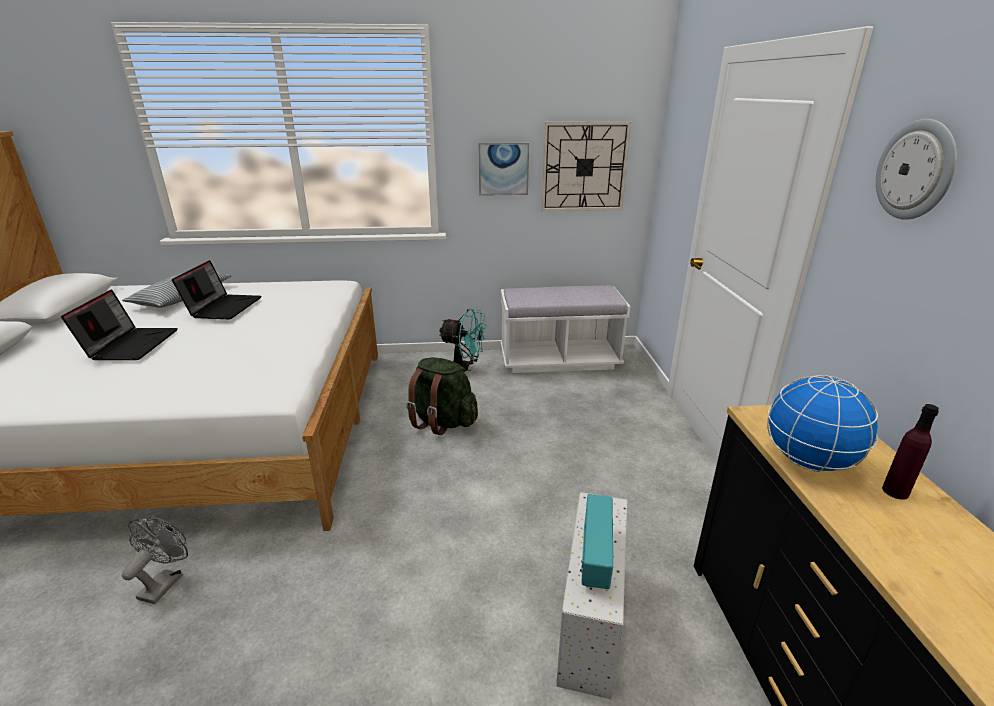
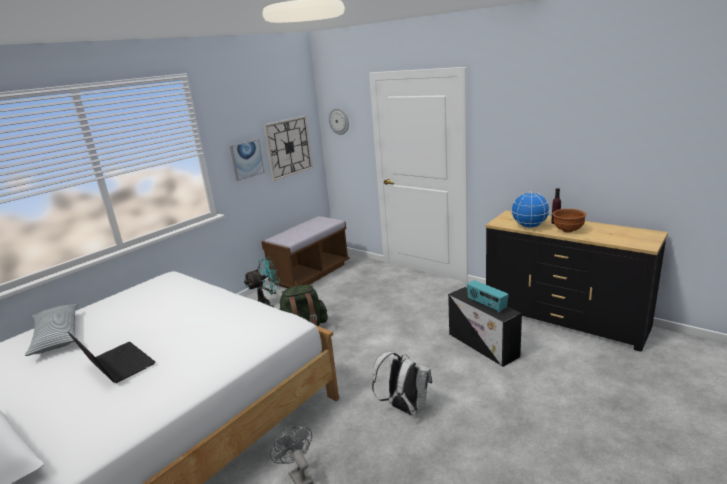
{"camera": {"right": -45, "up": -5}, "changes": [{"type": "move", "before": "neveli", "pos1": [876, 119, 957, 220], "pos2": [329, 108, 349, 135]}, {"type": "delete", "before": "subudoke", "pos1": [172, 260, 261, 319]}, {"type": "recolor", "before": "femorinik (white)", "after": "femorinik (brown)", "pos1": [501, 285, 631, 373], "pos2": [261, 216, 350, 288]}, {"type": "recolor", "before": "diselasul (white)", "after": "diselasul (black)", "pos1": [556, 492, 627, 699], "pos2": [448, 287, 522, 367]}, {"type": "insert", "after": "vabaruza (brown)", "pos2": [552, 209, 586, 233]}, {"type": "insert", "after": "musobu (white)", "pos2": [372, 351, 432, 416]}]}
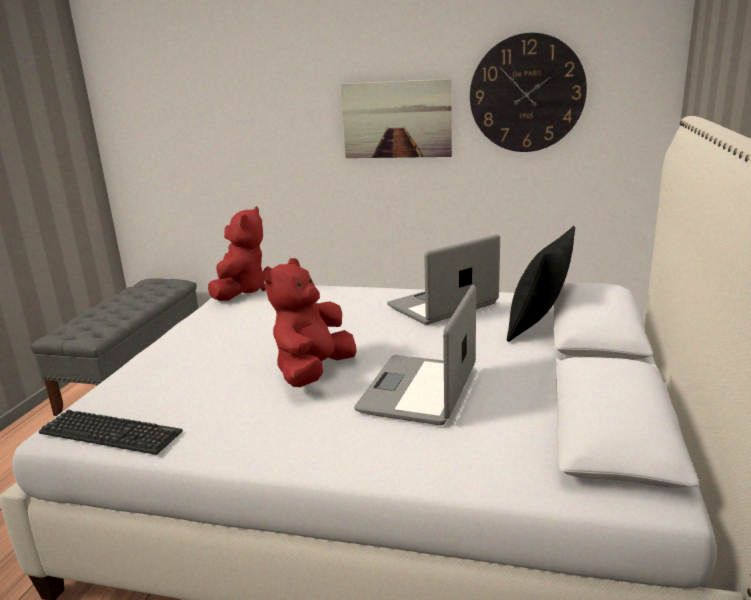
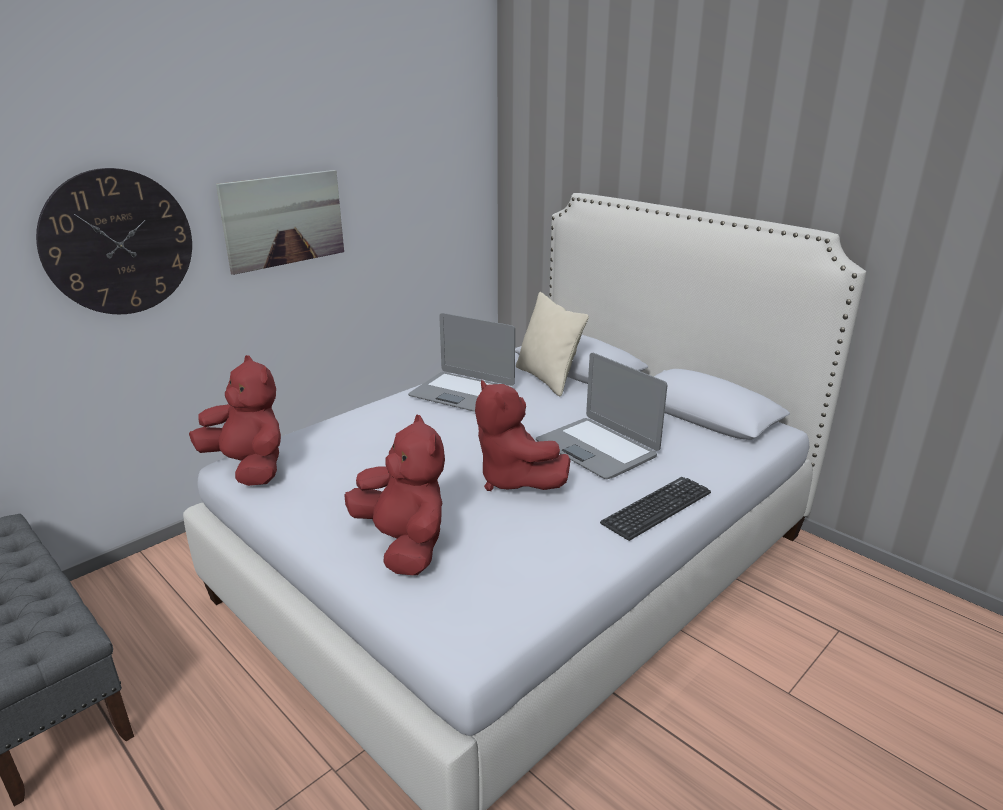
{"camera": {"right": -60, "up": 5}, "changes": [{"type": "move", "before": "neveli", "pos1": [470, 33, 587, 152], "pos2": [36, 168, 192, 314]}, {"type": "recolor", "before": "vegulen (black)", "after": "vegulen (beige)", "pos1": [507, 226, 575, 342], "pos2": [516, 292, 589, 396]}, {"type": "rotate", "before": "subudoke", "pos1": [387, 234, 500, 325], "pos2": [408, 313, 515, 412], "turn": -60}, {"type": "move", "before": "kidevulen", "pos1": [39, 410, 183, 455], "pos2": [600, 477, 711, 541]}, {"type": "insert", "after": "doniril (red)", "pos2": [344, 415, 445, 575]}]}
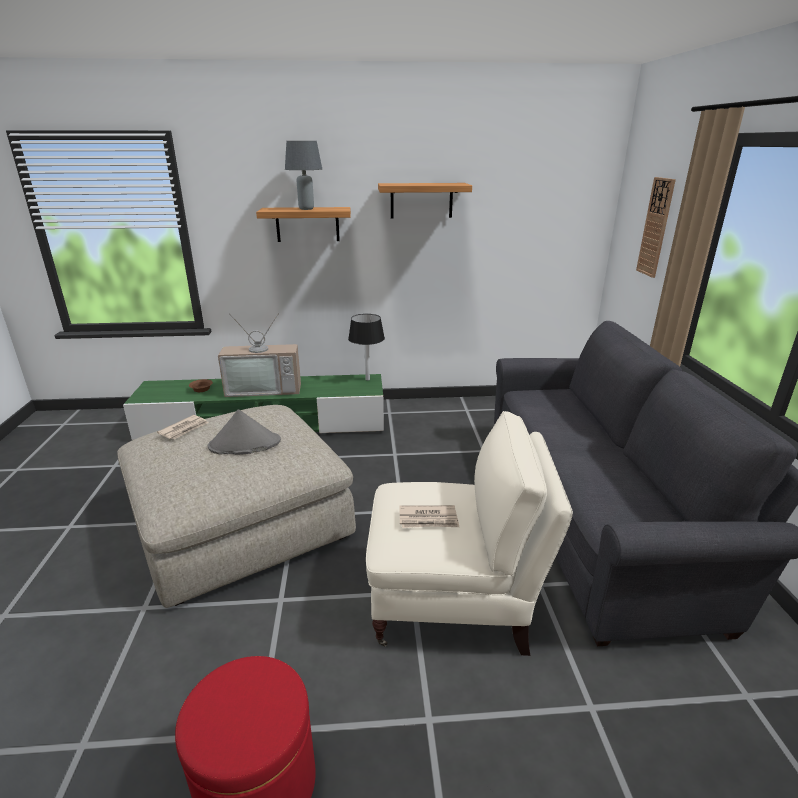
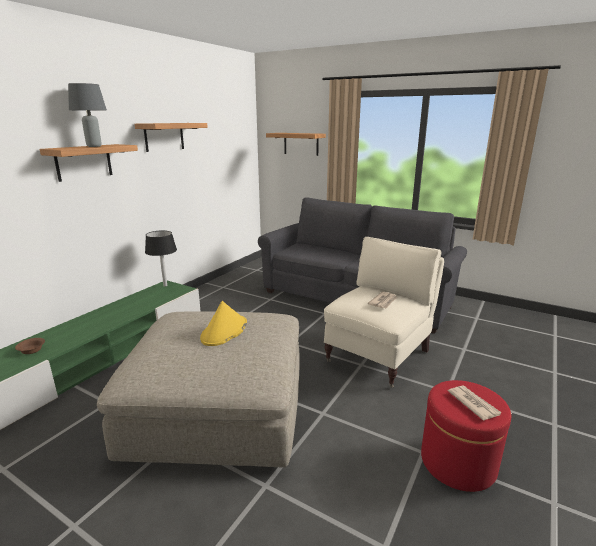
{"camera": {"right": -55, "up": -5}, "changes": [{"type": "replace", "before": "neveli", "after": "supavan", "pos1": [636, 177, 676, 278], "pos2": [266, 133, 326, 156]}, {"type": "delete", "before": "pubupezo", "pos1": [218, 312, 301, 397]}, {"type": "recolor", "before": "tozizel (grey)", "after": "tozizel (yellow)", "pos1": [208, 410, 281, 455], "pos2": [200, 301, 247, 346]}, {"type": "move", "before": "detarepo", "pos1": [157, 415, 208, 439], "pos2": [448, 385, 502, 421]}]}
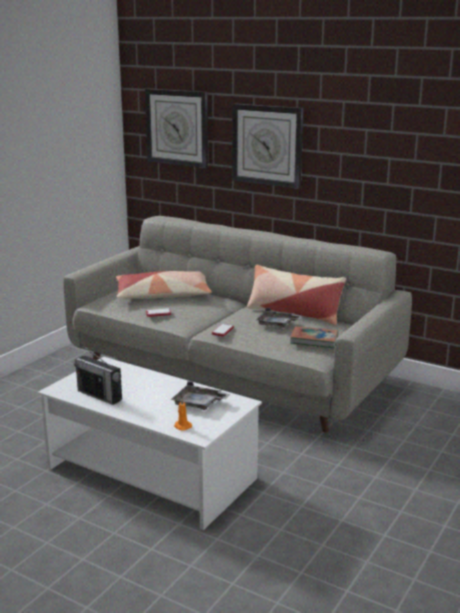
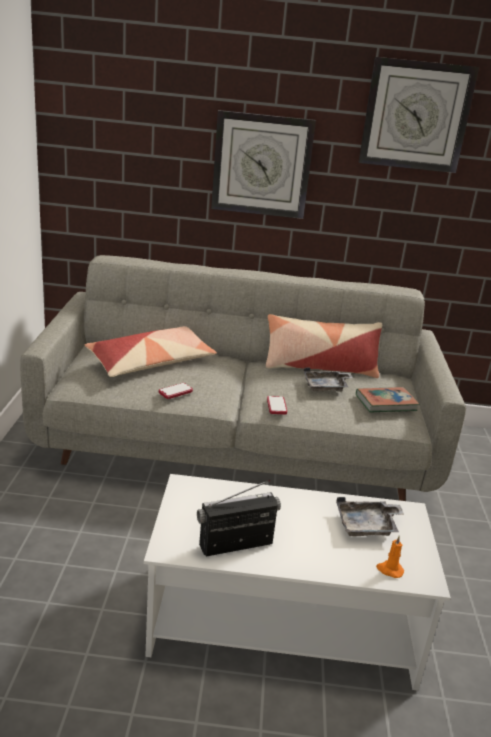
{"camera": {"right": -30, "up": 5}, "changes": [{"type": "move", "before": "neveli", "pos1": [145, 88, 208, 168], "pos2": [359, 57, 479, 173]}, {"type": "rotate", "before": "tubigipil", "pos1": [74, 345, 122, 405], "pos2": [197, 480, 281, 556], "turn": 150}]}
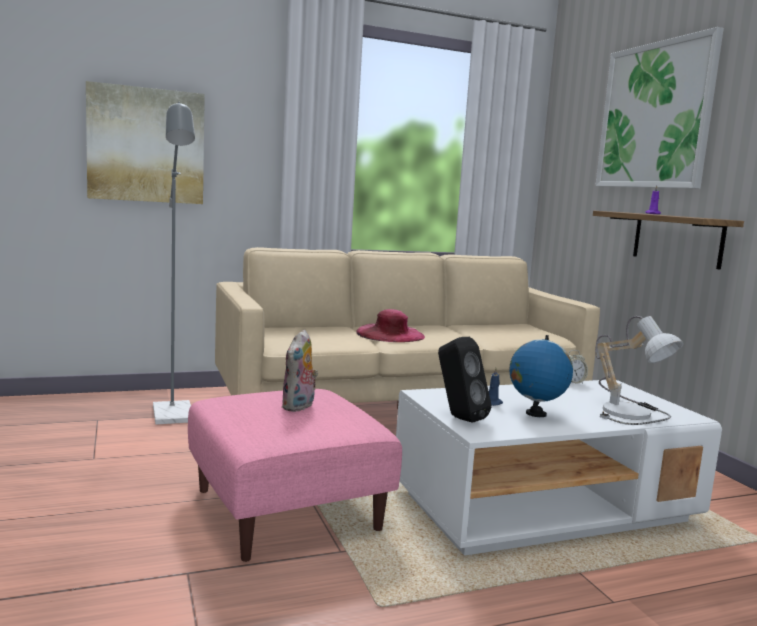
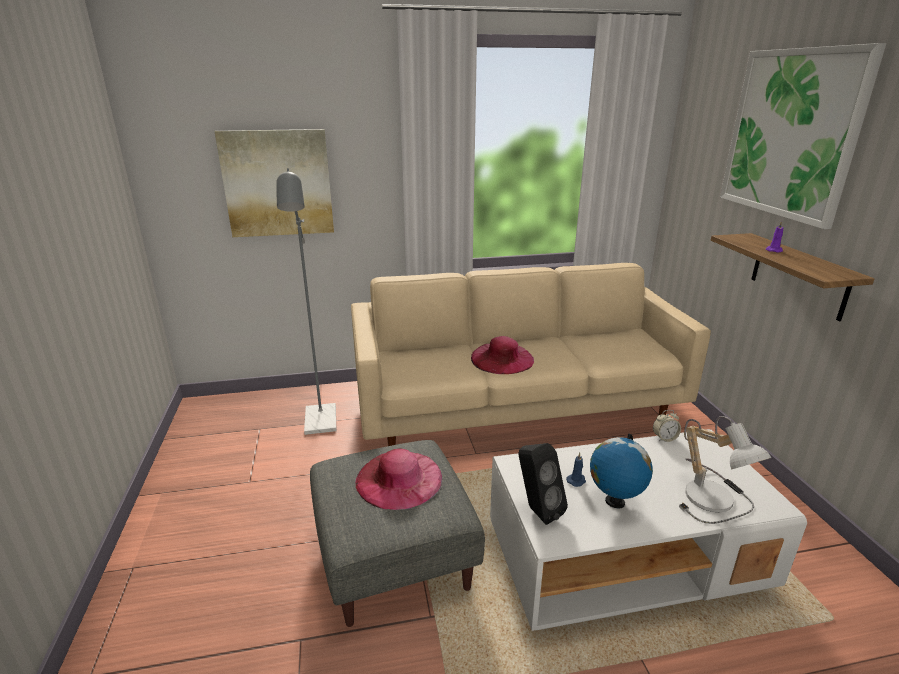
{"camera": {"right": 10, "up": 15}, "changes": [{"type": "replace", "before": "doniril", "after": "tozizel (pink)", "pos1": [281, 330, 318, 412], "pos2": [355, 449, 442, 510]}, {"type": "recolor", "before": "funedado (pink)", "after": "funedado (grey)", "pos1": [188, 389, 402, 562], "pos2": [310, 440, 485, 627]}]}
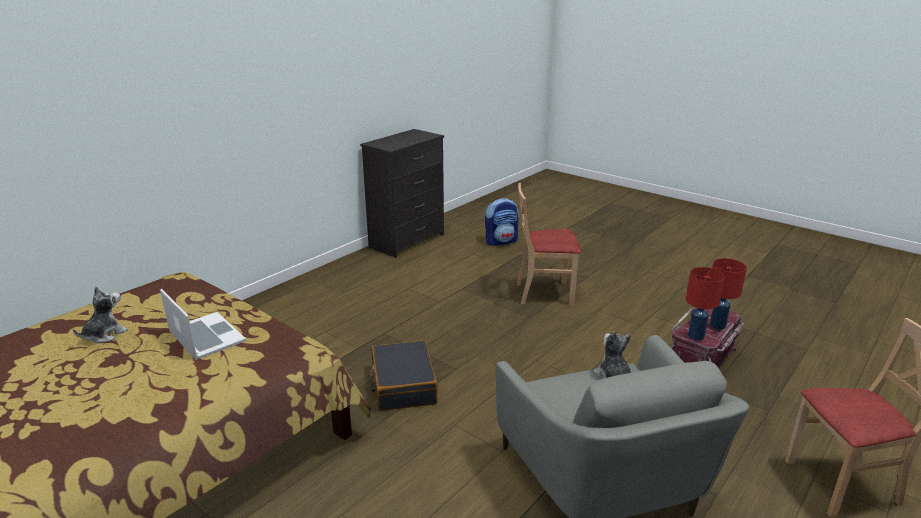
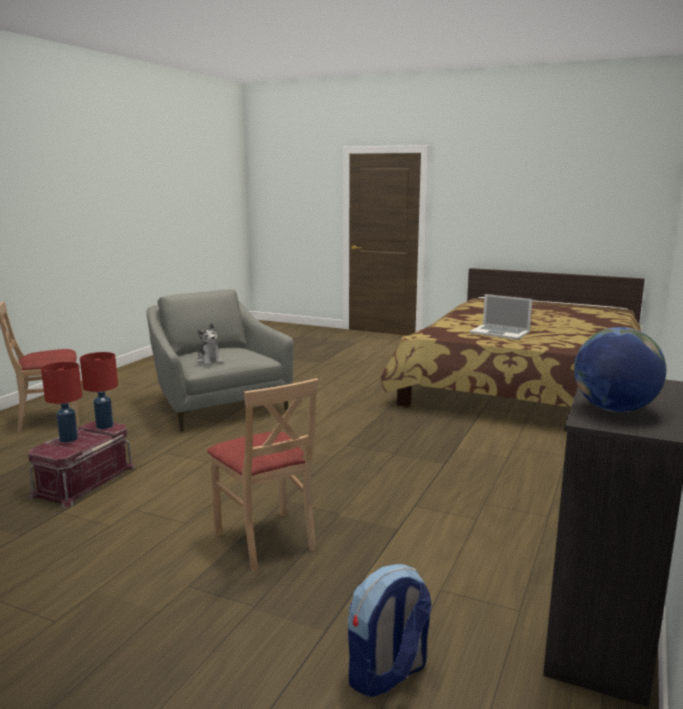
{"camera": {"right": 165, "up": -10}, "changes": [{"type": "rotate", "before": "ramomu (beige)", "pos1": [517, 183, 581, 305], "pos2": [207, 378, 319, 571], "turn": 75}, {"type": "delete", "before": "doniril", "pos1": [73, 286, 128, 343]}, {"type": "delete", "before": "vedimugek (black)", "pos1": [370, 340, 438, 411]}, {"type": "insert", "after": "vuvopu", "pos2": [574, 327, 666, 412]}]}
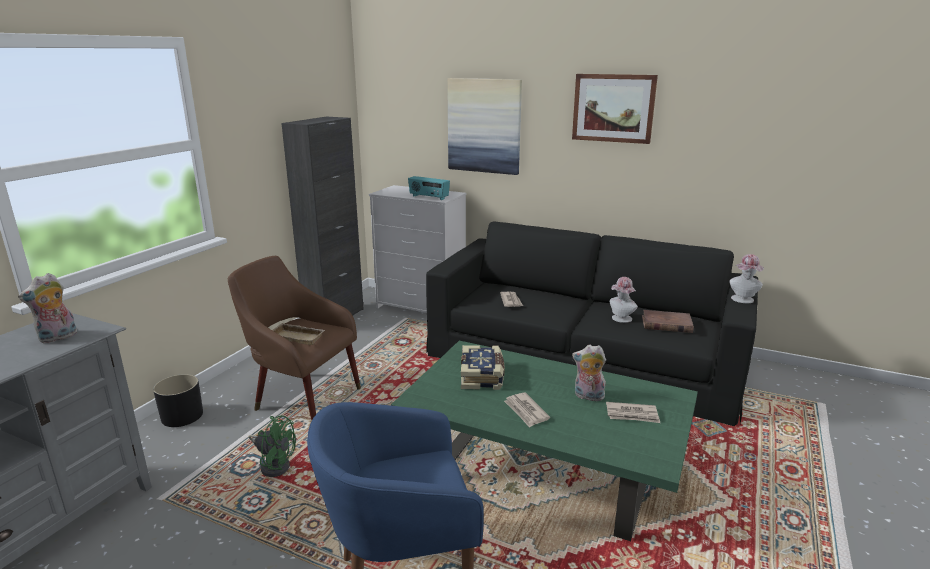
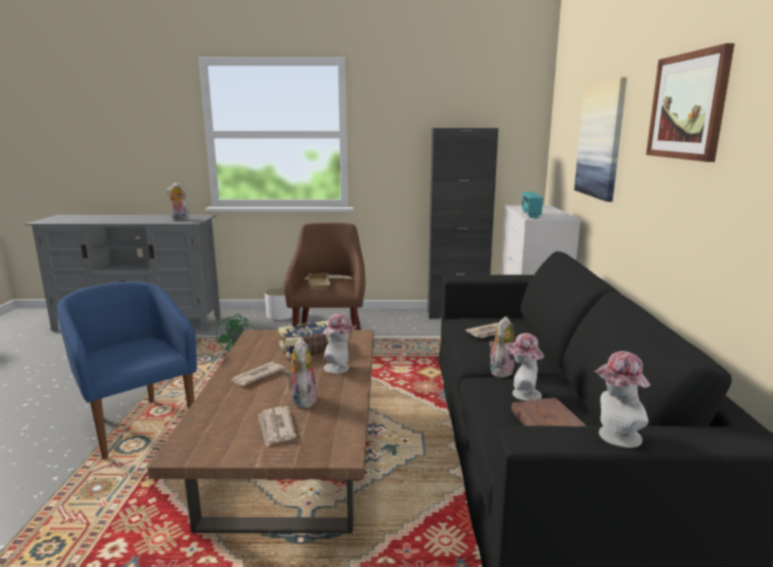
{"camera": {"right": 65, "up": -5}, "changes": [{"type": "recolor", "before": "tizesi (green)", "after": "tizesi (brown)", "pos1": [391, 341, 698, 541], "pos2": [147, 330, 374, 533]}, {"type": "recolor", "before": "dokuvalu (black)", "after": "dokuvalu (white)", "pos1": [153, 374, 203, 427], "pos2": [265, 288, 293, 320]}, {"type": "insert", "after": "tozizel", "pos2": [323, 313, 357, 374]}, {"type": "insert", "after": "doniril", "pos2": [489, 316, 514, 378]}]}
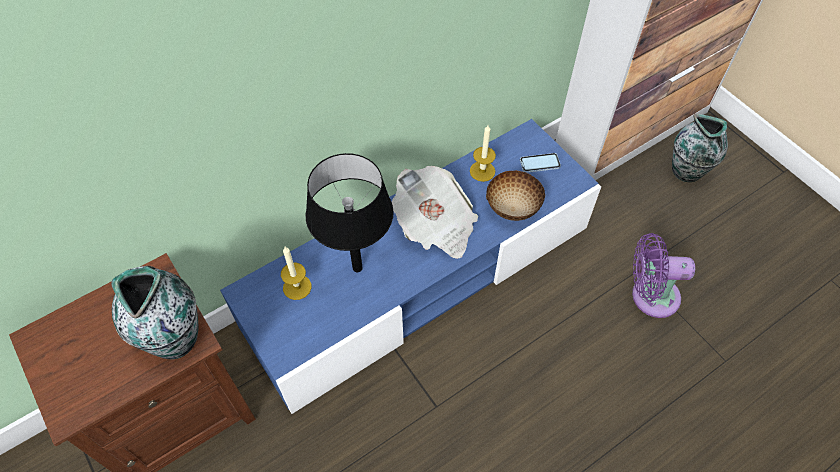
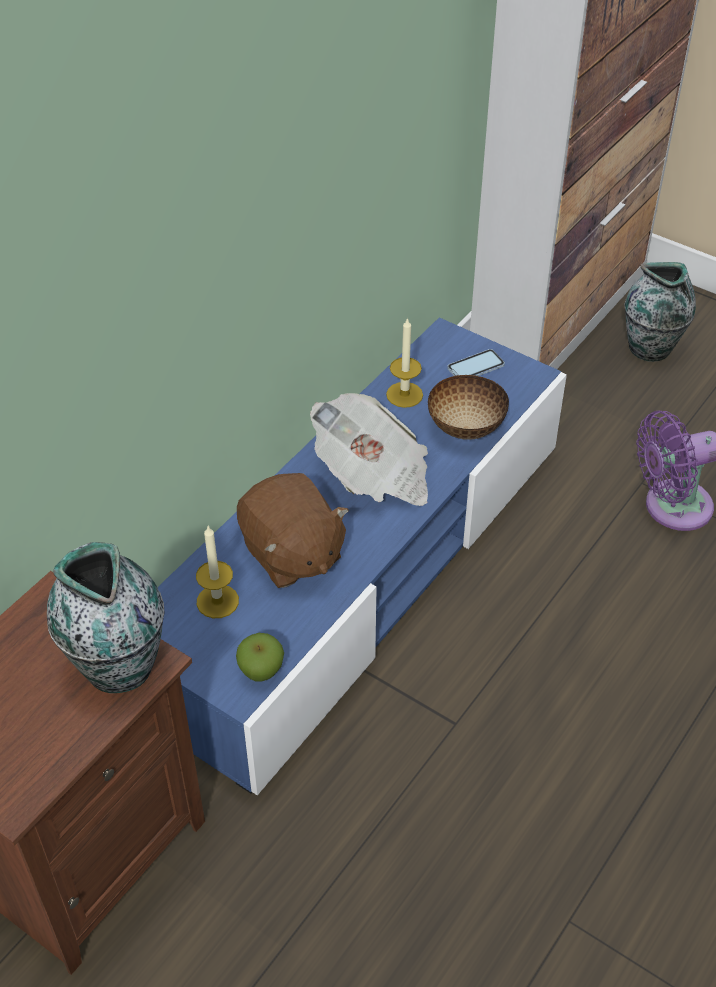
{"camera": {"right": -20, "up": -10}, "changes": [{"type": "replace", "before": "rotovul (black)", "after": "doniril (brown)", "pos1": [306, 153, 394, 272], "pos2": [237, 473, 349, 588]}, {"type": "insert", "after": "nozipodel", "pos2": [236, 633, 284, 682]}]}
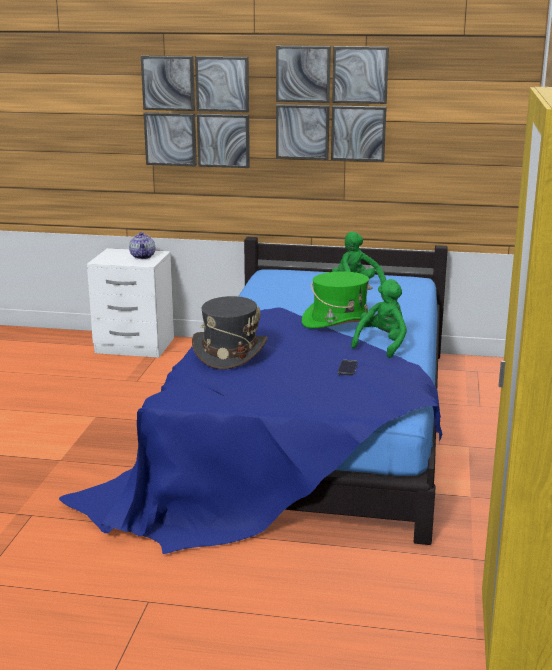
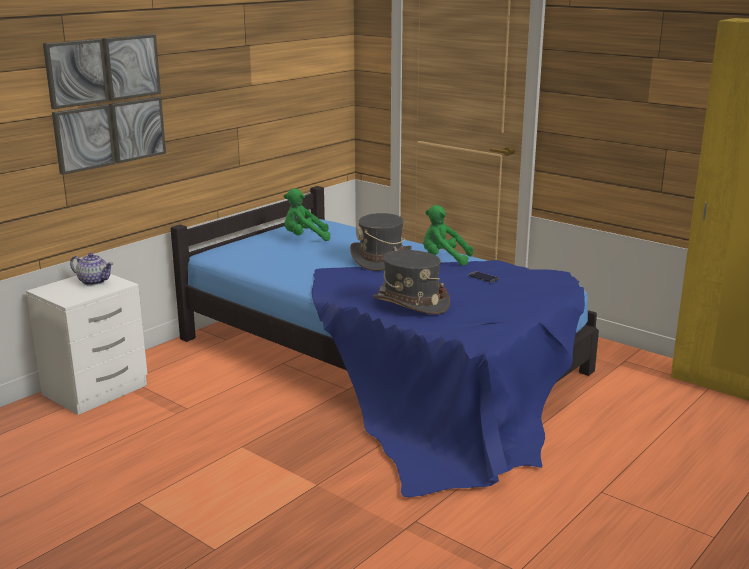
{"camera": {"right": -60, "up": 0}, "changes": [{"type": "delete", "before": "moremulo", "pos1": [276, 45, 389, 162]}, {"type": "recolor", "before": "tozizel (green)", "after": "tozizel (grey)", "pos1": [302, 271, 373, 329], "pos2": [350, 213, 412, 271]}, {"type": "rotate", "before": "doniril (green)", "pos1": [351, 279, 407, 358], "pos2": [423, 205, 473, 266], "turn": -45}]}
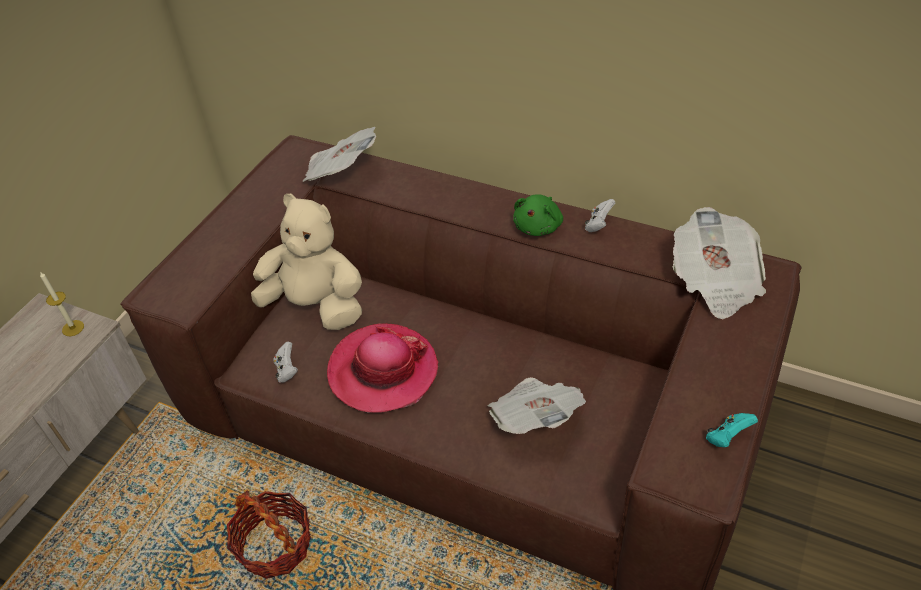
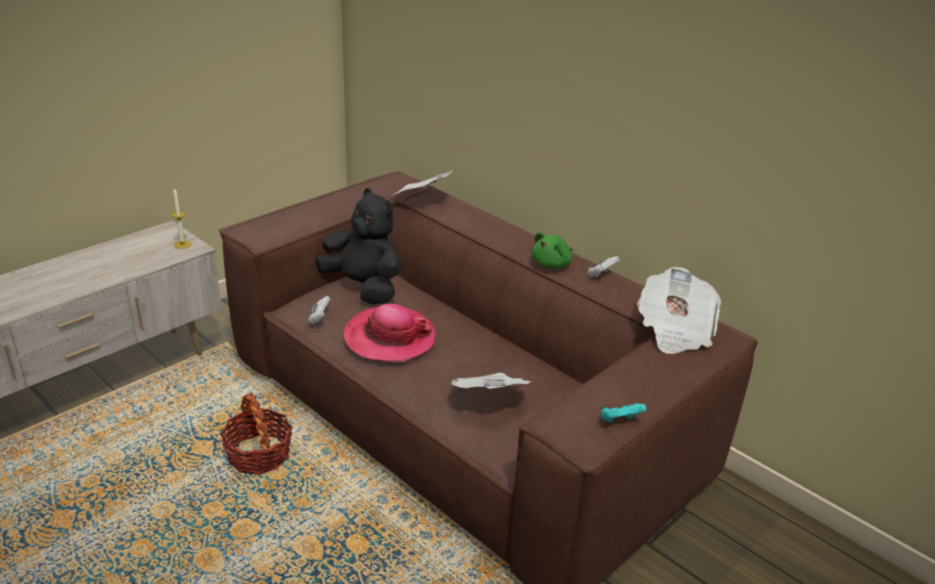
{"camera": {"right": 15, "up": -15}, "changes": [{"type": "recolor", "before": "doniril (beige)", "after": "doniril (black)", "pos1": [251, 194, 362, 330], "pos2": [316, 188, 401, 304]}]}
